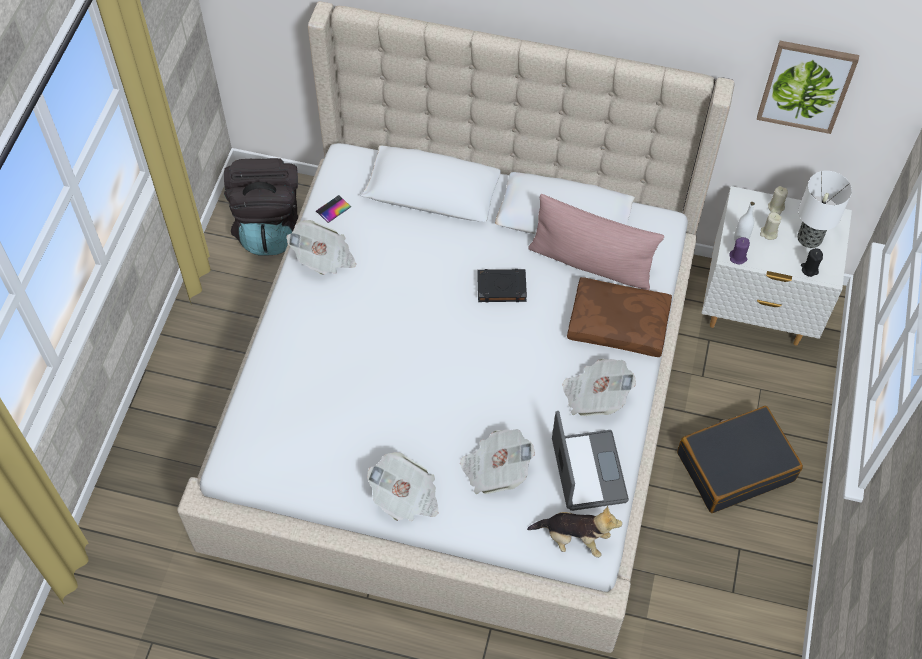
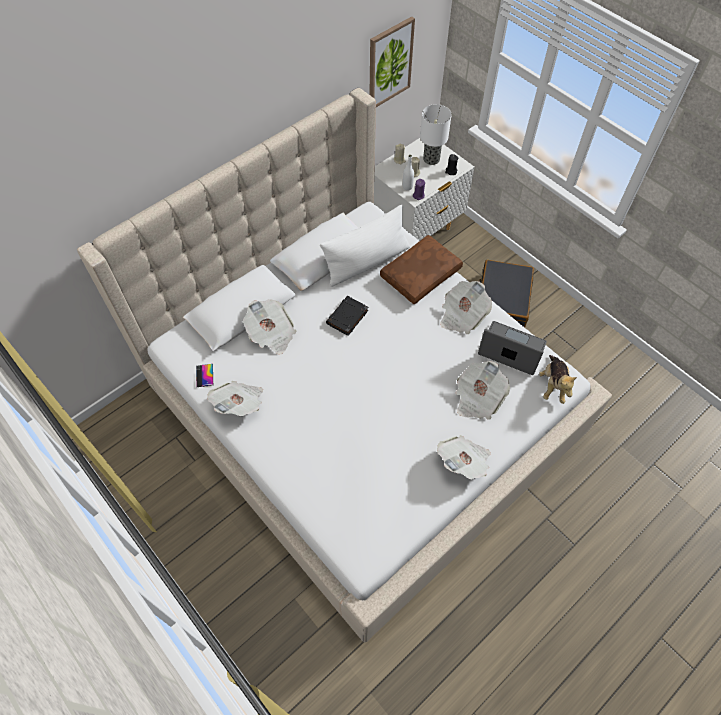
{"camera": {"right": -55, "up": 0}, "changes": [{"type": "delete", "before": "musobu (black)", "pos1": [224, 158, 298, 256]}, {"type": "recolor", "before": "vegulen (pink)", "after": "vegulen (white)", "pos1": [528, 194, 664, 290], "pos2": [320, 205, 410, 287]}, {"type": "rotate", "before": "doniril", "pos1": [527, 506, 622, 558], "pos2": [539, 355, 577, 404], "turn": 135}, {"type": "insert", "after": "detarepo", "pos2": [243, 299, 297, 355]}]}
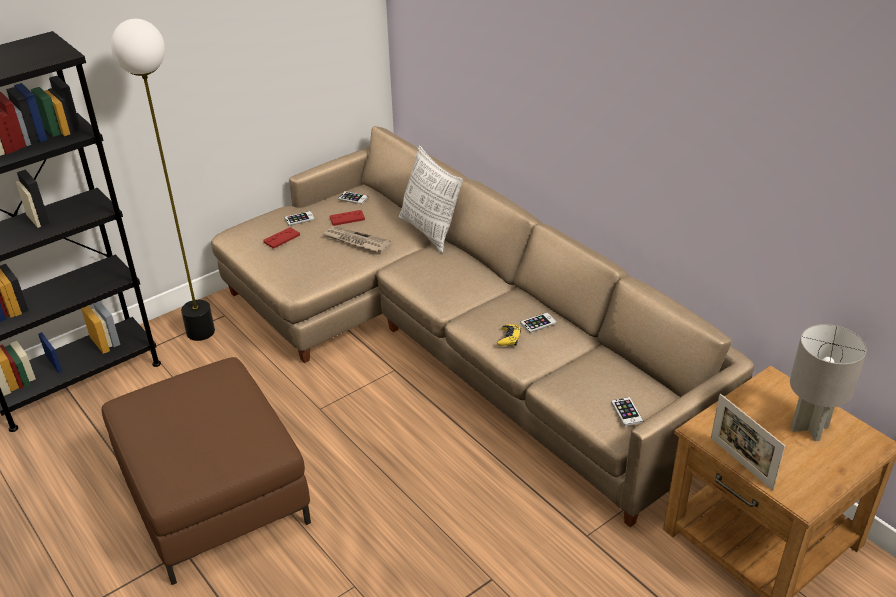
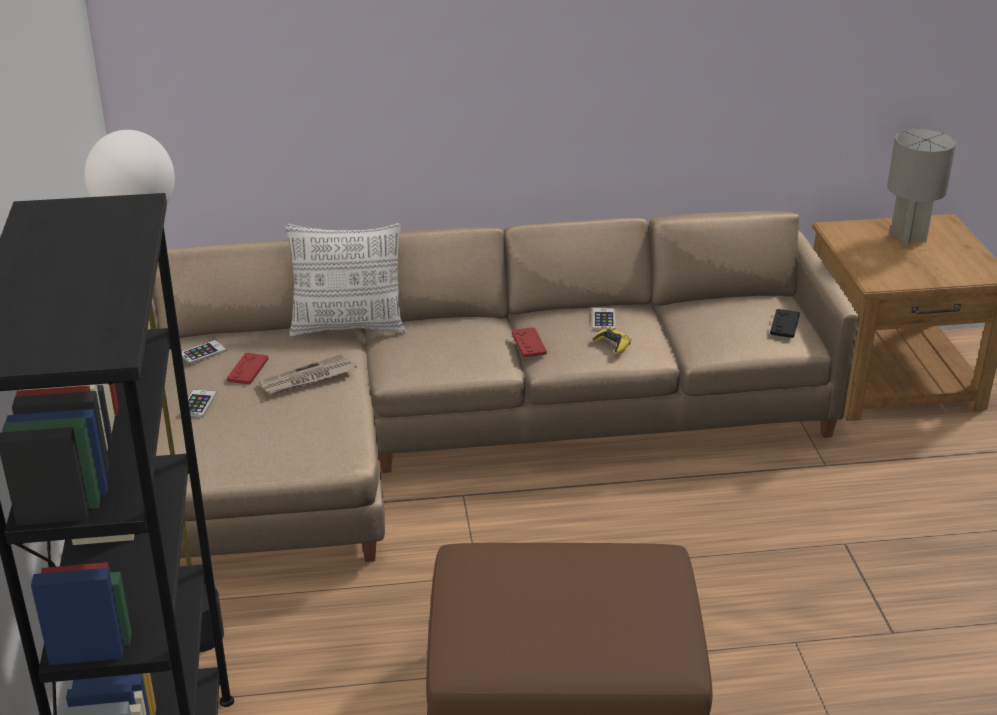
{"camera": {"right": -60, "up": -5}, "changes": [{"type": "move", "before": "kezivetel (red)", "pos1": [263, 227, 300, 248], "pos2": [512, 327, 547, 357]}, {"type": "delete", "before": "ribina", "pos1": [711, 394, 785, 490]}, {"type": "replace", "before": "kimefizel", "after": "kezivetel (black)", "pos1": [611, 397, 643, 426], "pos2": [770, 309, 800, 338]}]}
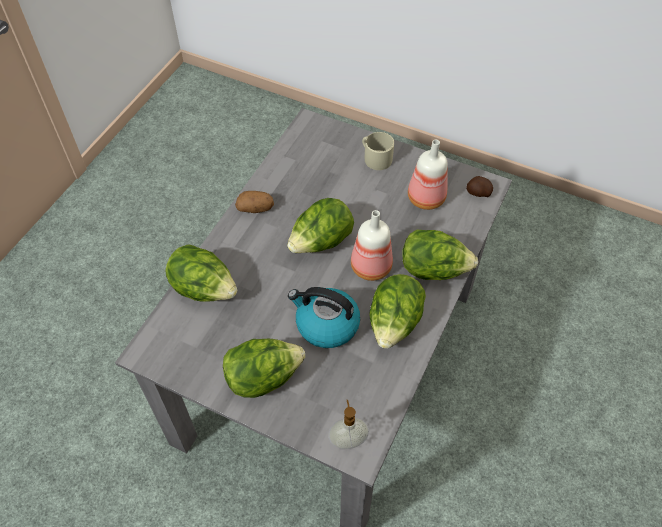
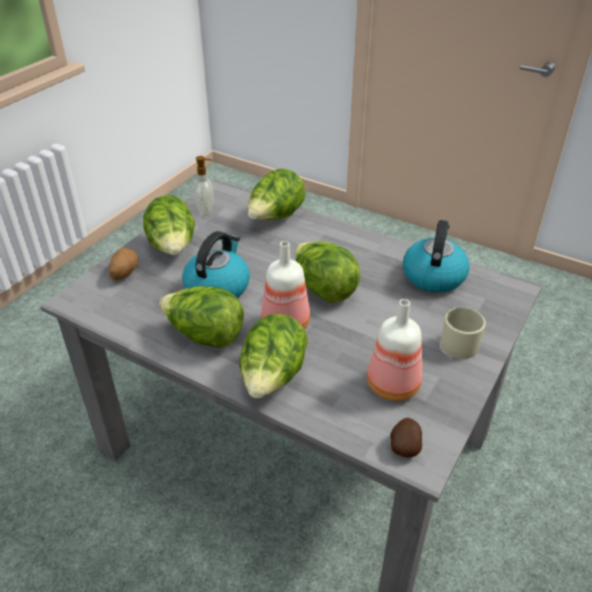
{"camera": {"right": 95, "up": -15}, "changes": [{"type": "move", "before": "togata", "pos1": [235, 191, 274, 213], "pos2": [109, 248, 138, 280]}, {"type": "move", "before": "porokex", "pos1": [328, 400, 369, 449], "pos2": [194, 156, 214, 216]}, {"type": "insert", "after": "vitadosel", "pos2": [403, 220, 470, 293]}]}
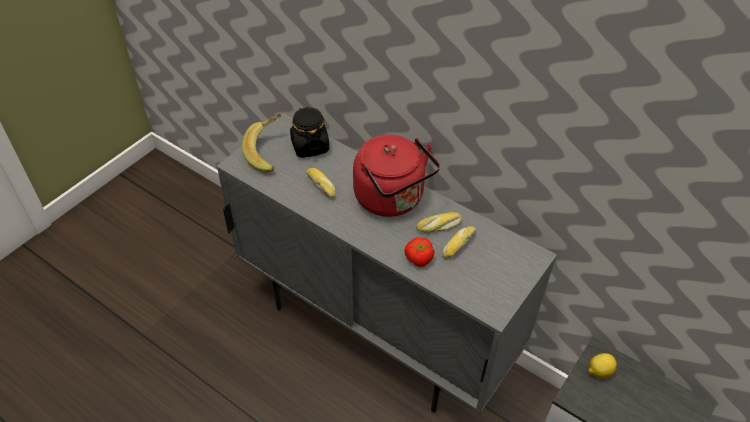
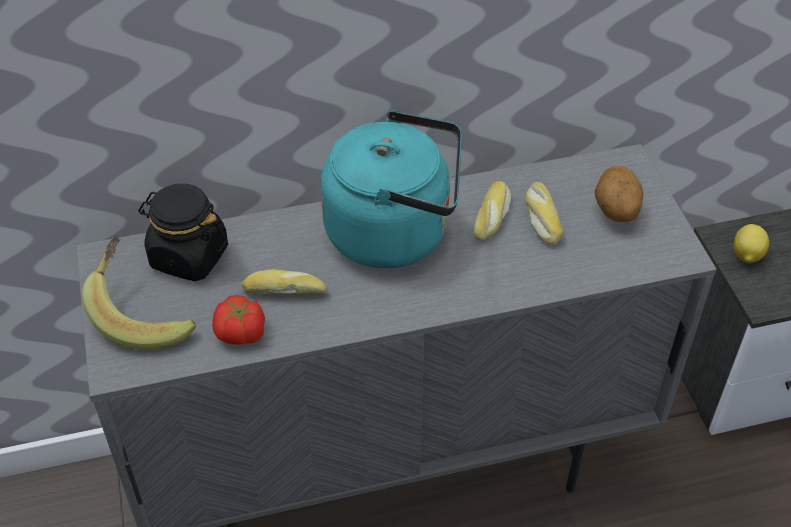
{"camera": {"right": -50, "up": 0}, "changes": [{"type": "recolor", "before": "vitadosel (red)", "after": "vitadosel (turquoise)", "pos1": [353, 135, 440, 217], "pos2": [321, 110, 462, 268]}, {"type": "move", "before": "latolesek", "pos1": [404, 237, 435, 267], "pos2": [212, 295, 265, 345]}, {"type": "insert", "after": "togata", "pos2": [595, 166, 643, 222]}]}
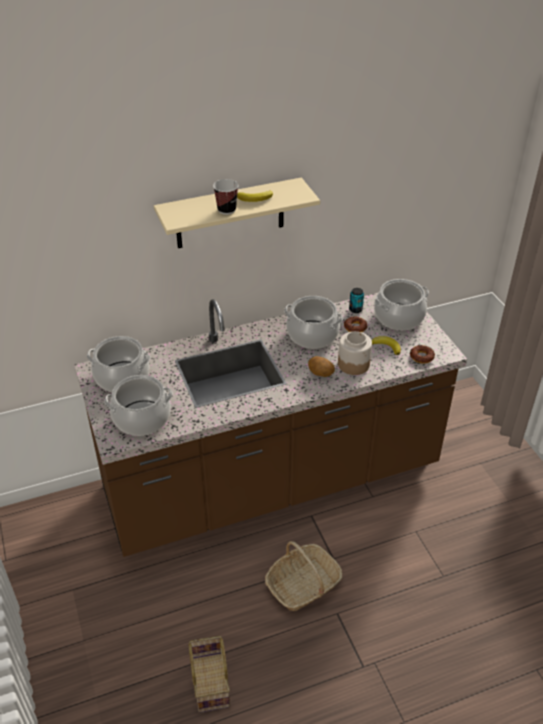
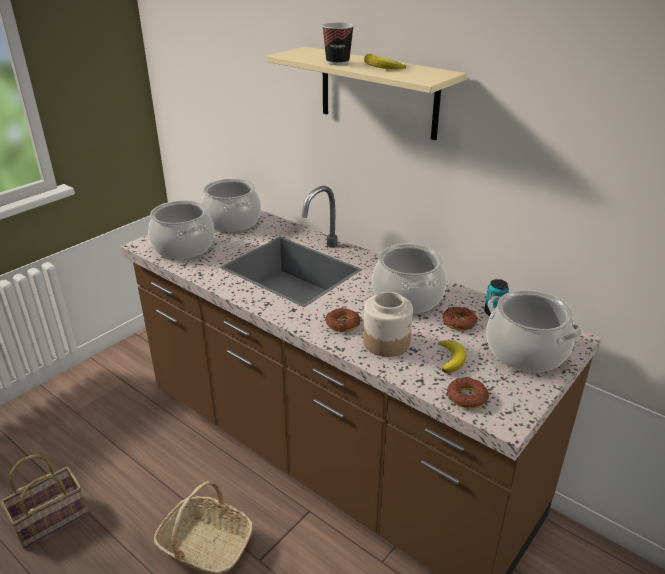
{"camera": {"right": 60, "up": -10}, "changes": [{"type": "replace", "before": "togata", "after": "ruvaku", "pos1": [308, 356, 335, 377], "pos2": [326, 308, 361, 332]}]}
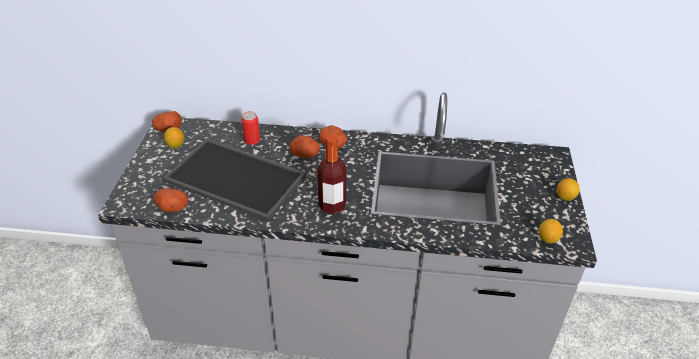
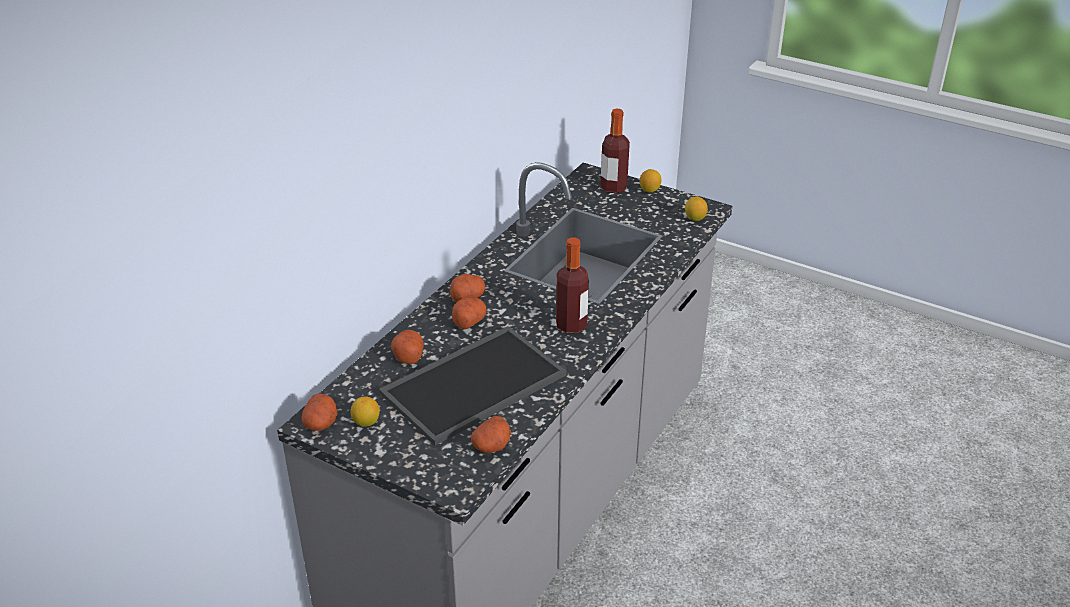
{"camera": {"right": -65, "up": -5}, "changes": [{"type": "replace", "before": "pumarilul", "after": "togata", "pos1": [242, 111, 260, 145], "pos2": [391, 330, 424, 364]}, {"type": "insert", "after": "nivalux", "pos2": [600, 109, 630, 193]}]}
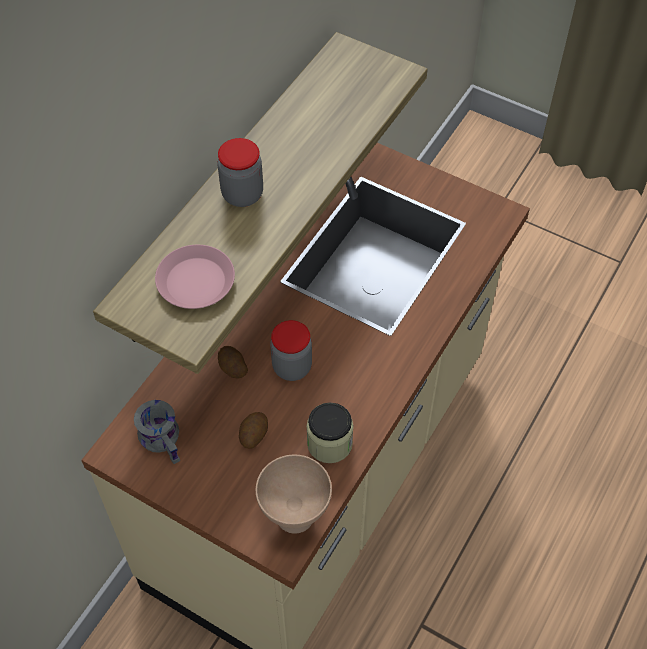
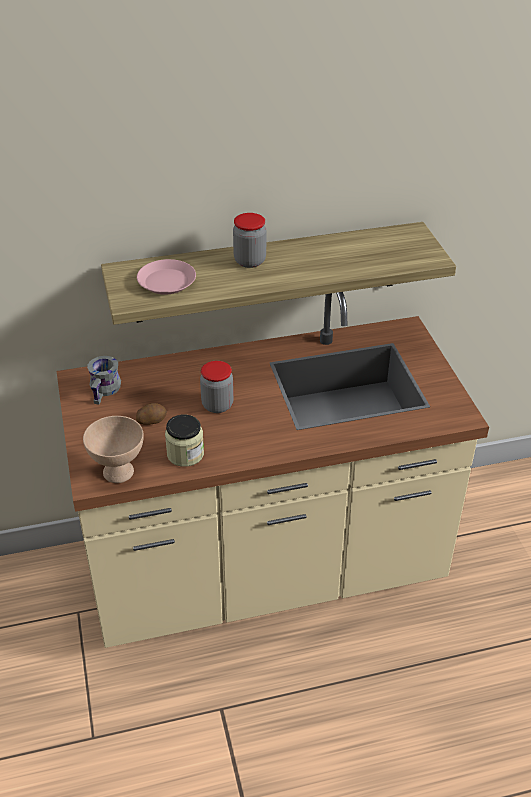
{"camera": {"right": 45, "up": -15}, "changes": [{"type": "delete", "before": "togata", "pos1": [218, 346, 248, 378]}]}
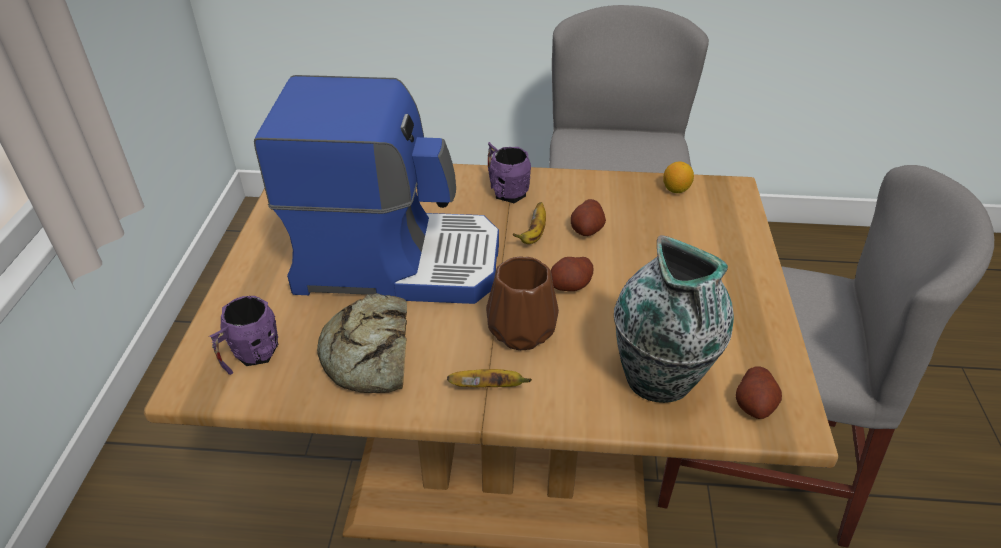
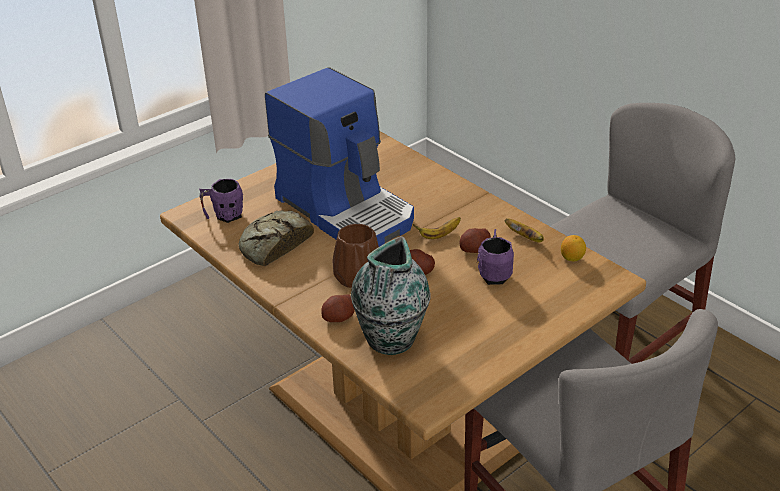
{"camera": {"right": 45, "up": -5}, "changes": [{"type": "move", "before": "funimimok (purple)", "pos1": [488, 142, 531, 203], "pos2": [477, 229, 514, 285]}, {"type": "move", "before": "togata", "pos1": [736, 367, 782, 419], "pos2": [321, 294, 355, 322]}, {"type": "move", "before": "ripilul", "pos1": [447, 369, 532, 387], "pos2": [505, 218, 544, 243]}]}
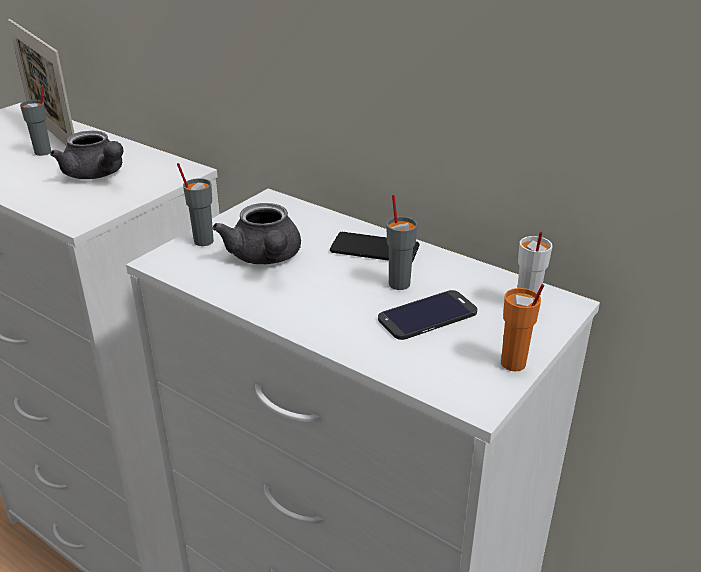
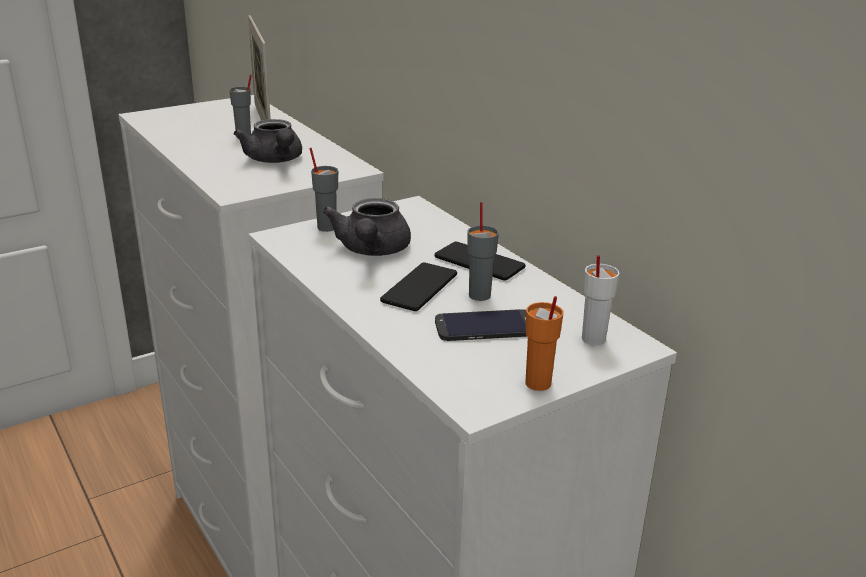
{"camera": {"right": 20, "up": -5}, "changes": [{"type": "insert", "after": "kimefizel", "pos2": [380, 263, 457, 311]}]}
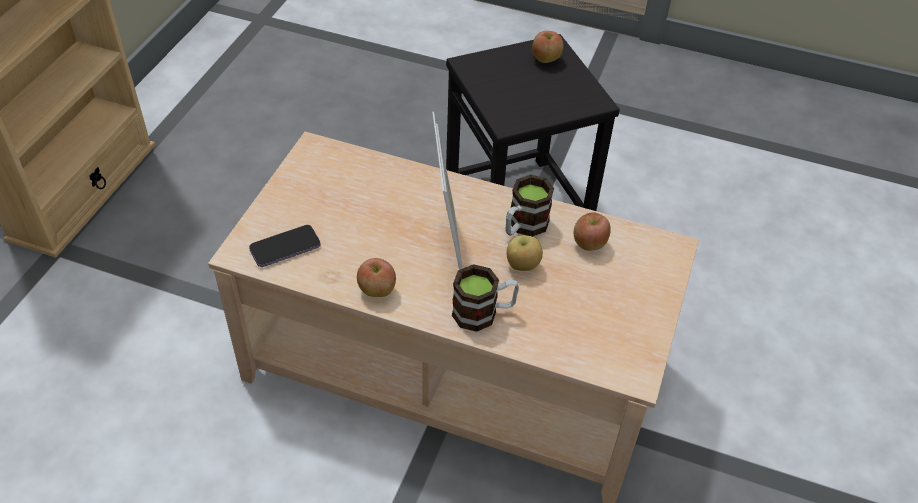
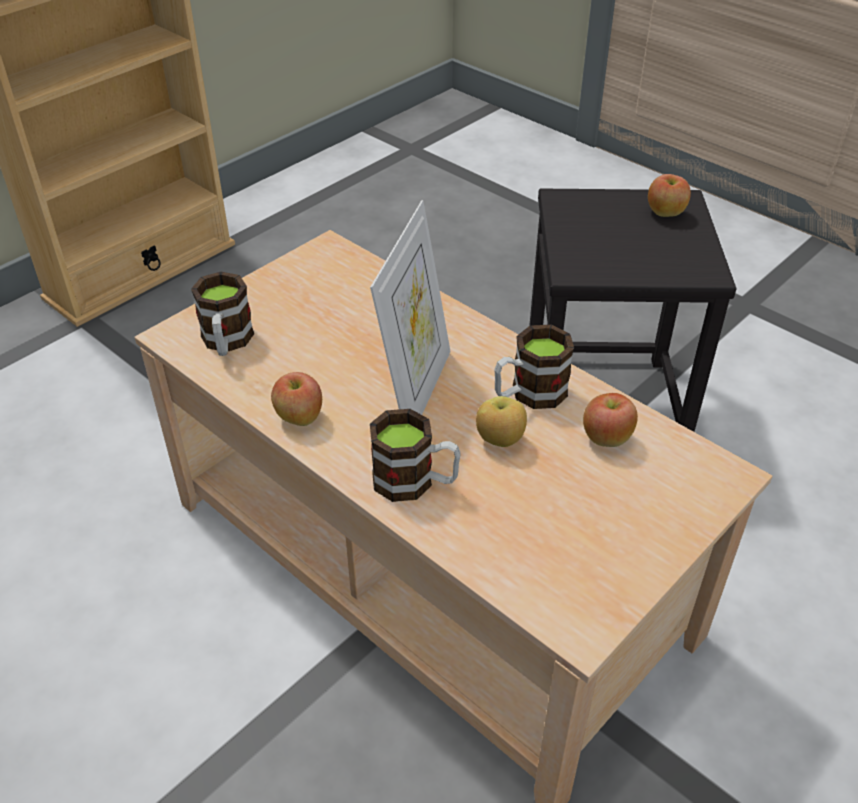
{"camera": {"right": 25, "up": -5}, "changes": [{"type": "replace", "before": "kimefizel", "after": "funimimok", "pos1": [249, 225, 321, 267], "pos2": [191, 272, 254, 356]}]}
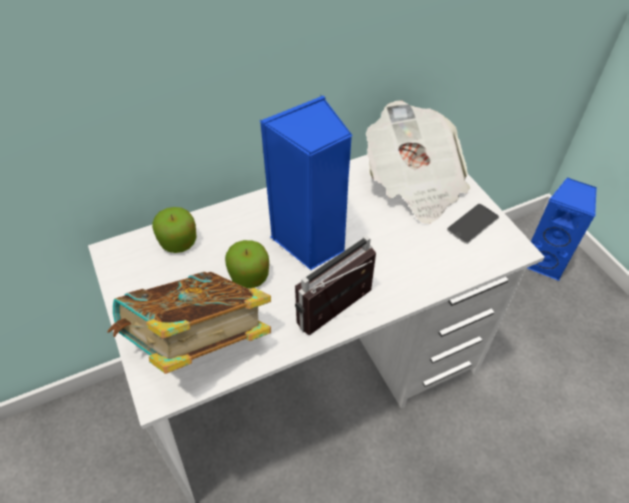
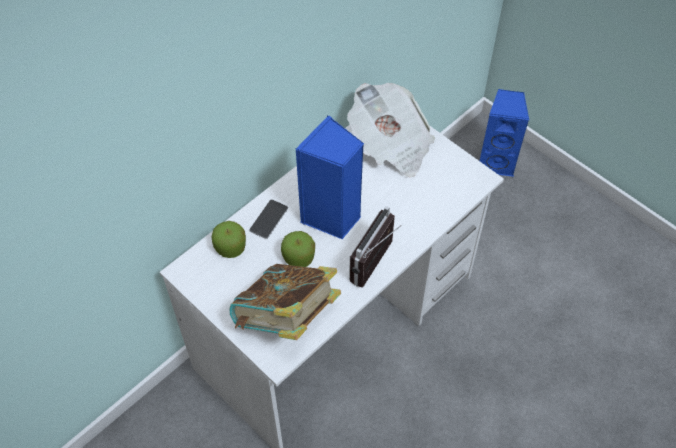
{"camera": {"right": -20, "up": 5}, "changes": [{"type": "move", "before": "kimefizel", "pos1": [447, 204, 499, 244], "pos2": [249, 200, 288, 239]}]}
